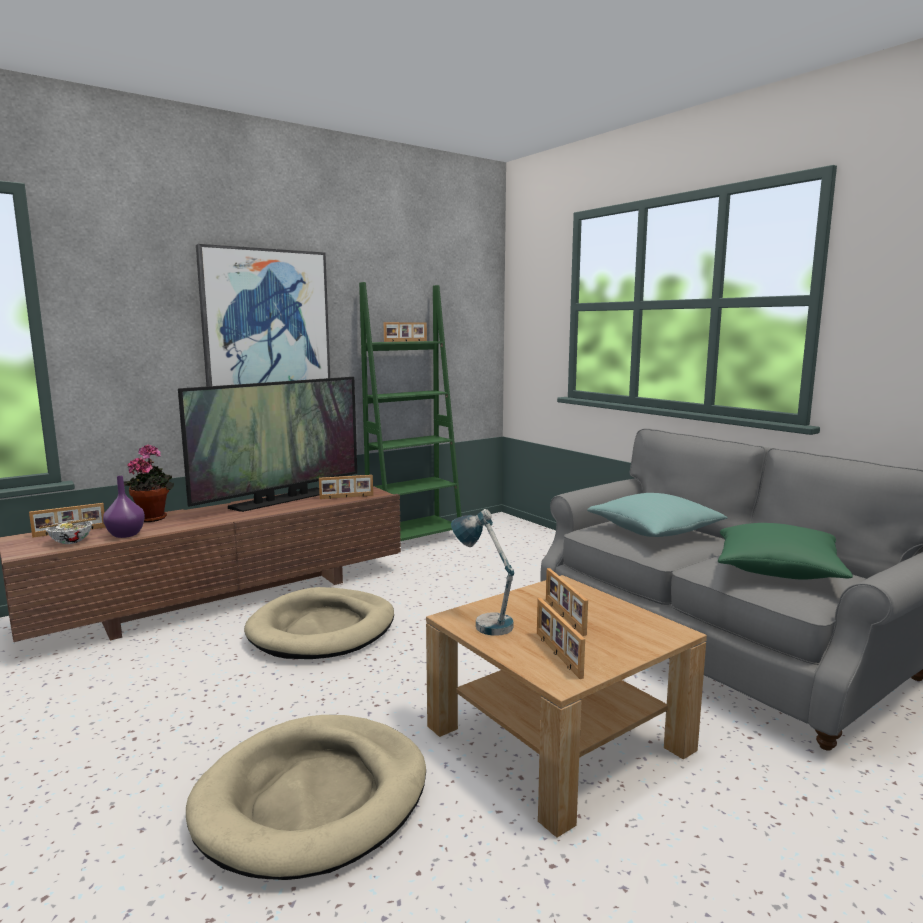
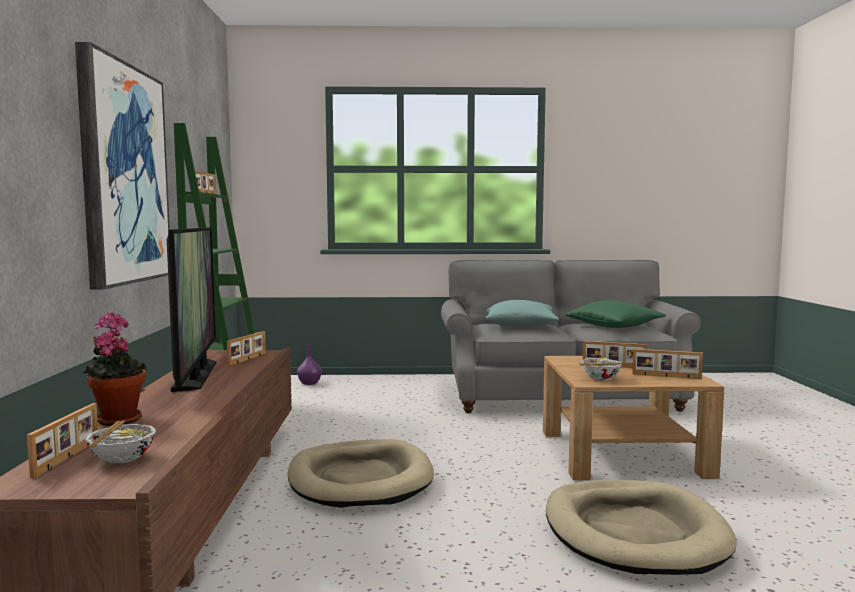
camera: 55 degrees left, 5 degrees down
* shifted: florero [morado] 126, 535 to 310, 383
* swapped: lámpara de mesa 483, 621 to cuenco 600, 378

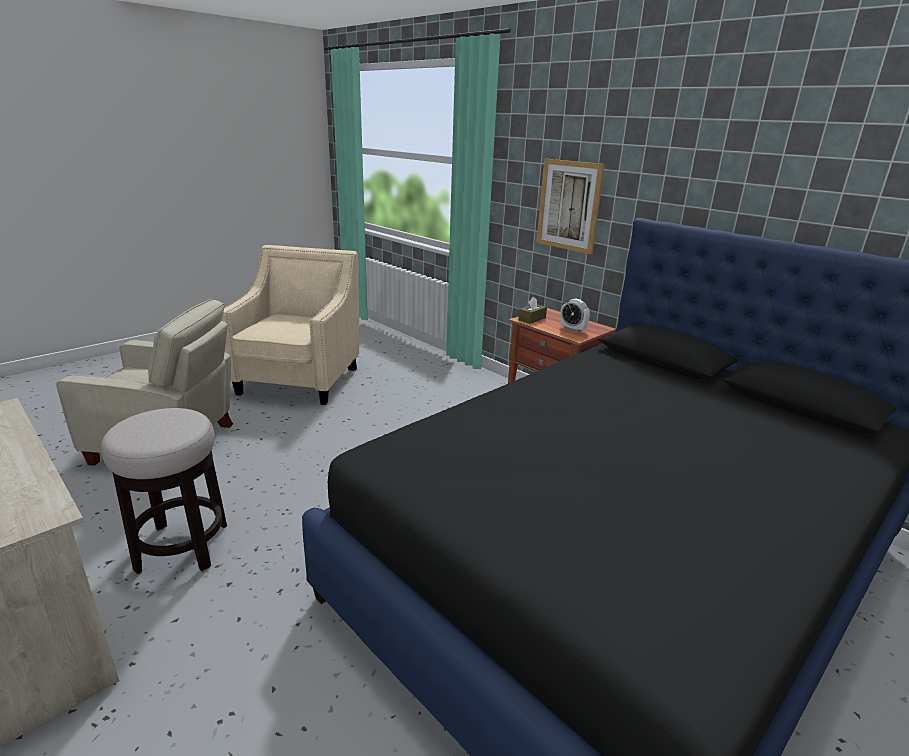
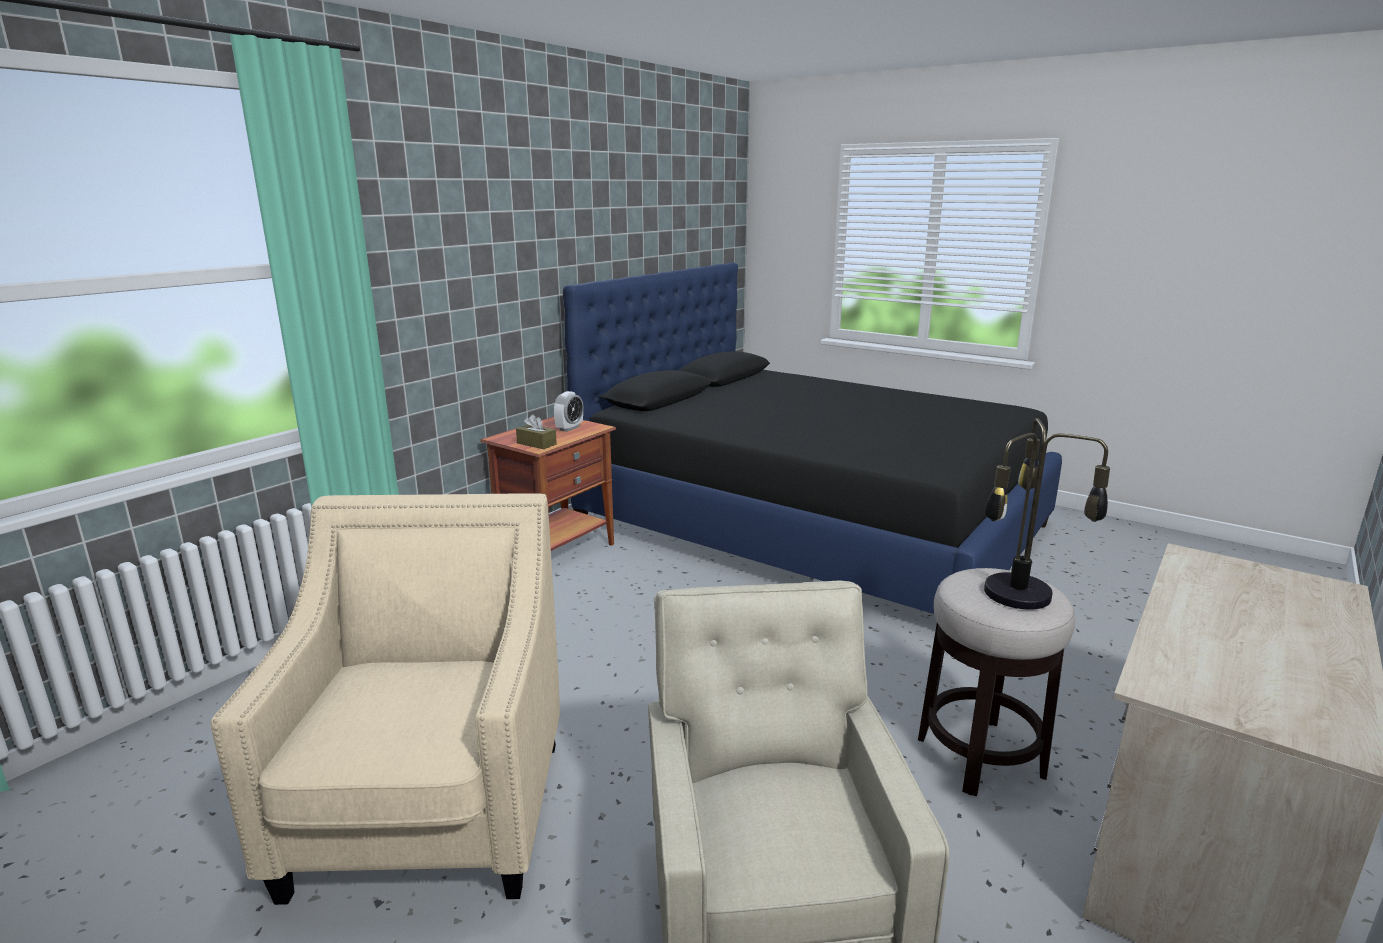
camera: 100 degrees left, 5 degrees down
* rotated: sillón [beis] 300, 380 = 432, 812 90 degrees clockwise
* gone: cuadro 569, 206
* new: lámpara de mesa 1018, 594

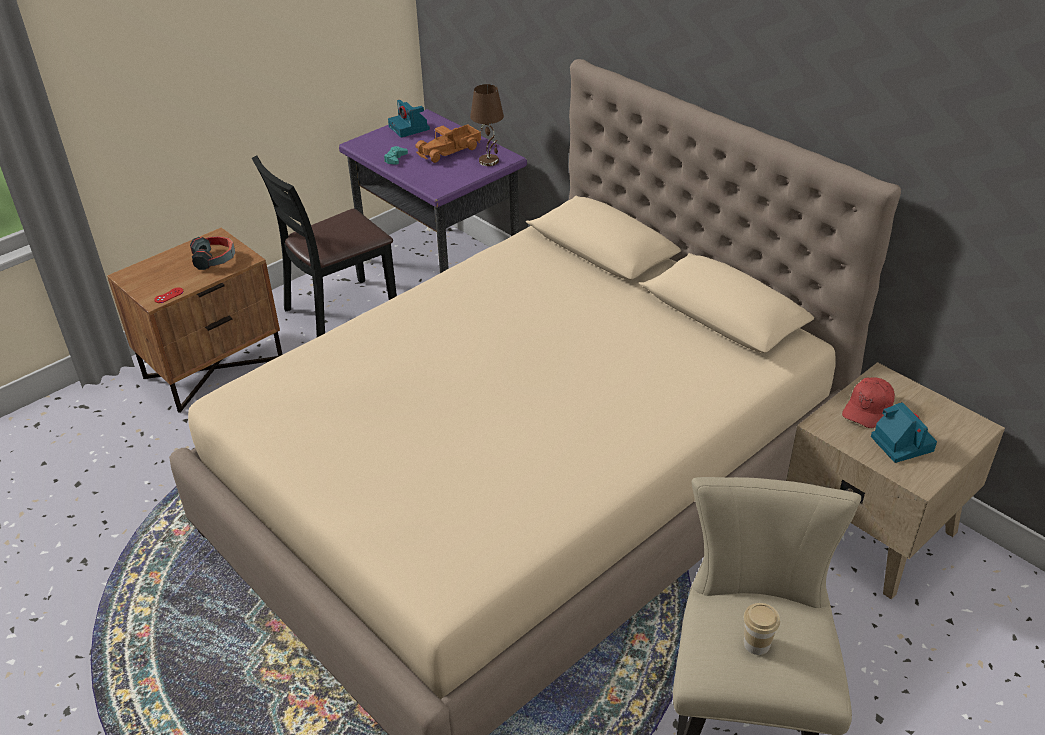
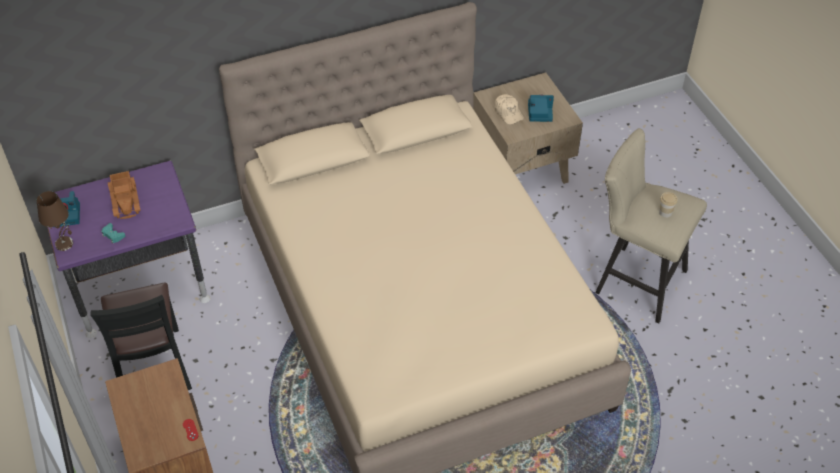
camera: 70 degrees left, 10 degrees up
* gone: auriculares 215, 259
* shifted: lámpara de mesa [marrón] 489, 161 to 64, 243
* repainted: gorra [rojo] 868, 408 to gorra [beis] 508, 112

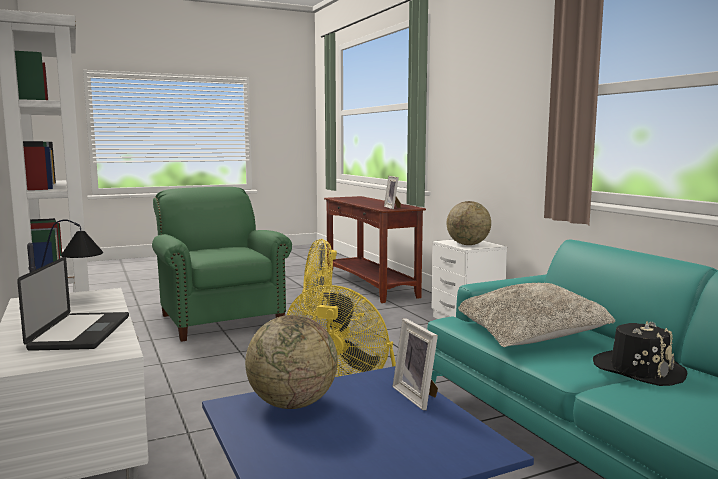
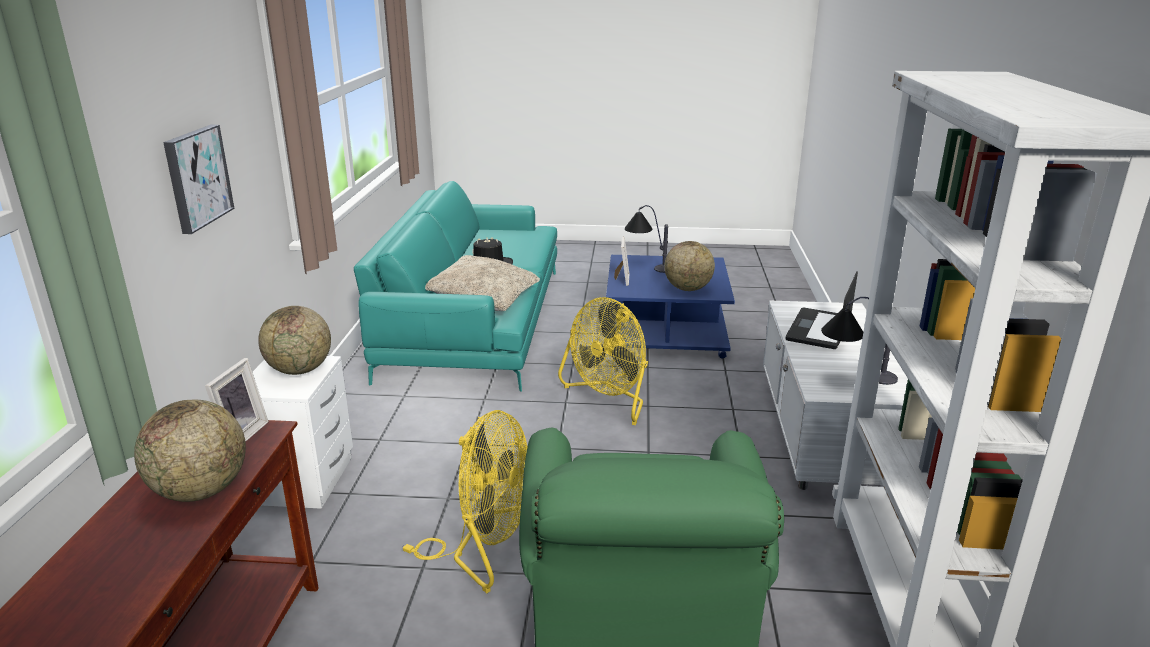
camera: 150 degrees left, 15 degrees up
* new: globo terráqueo 201, 491
* new: cuadro 196, 177
* new: lámpara de mesa 647, 264

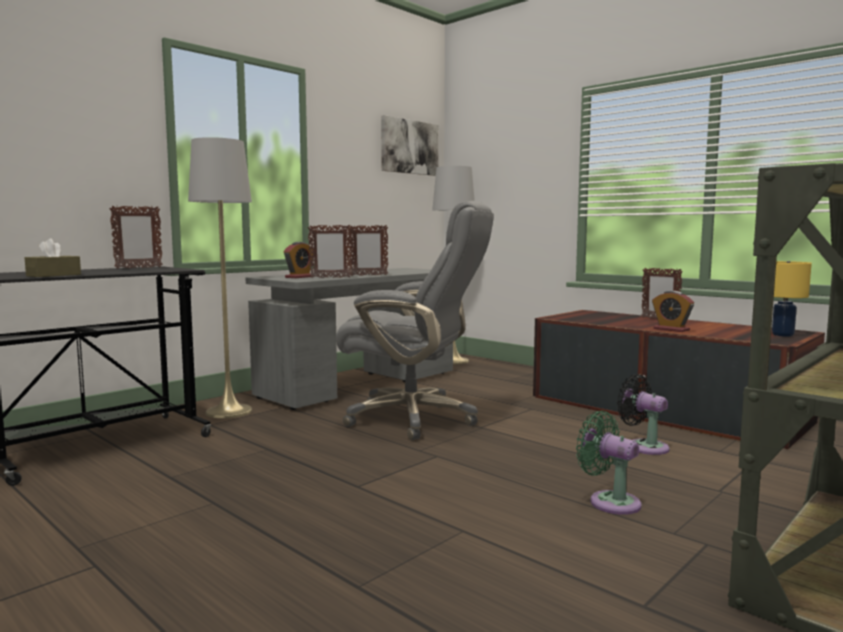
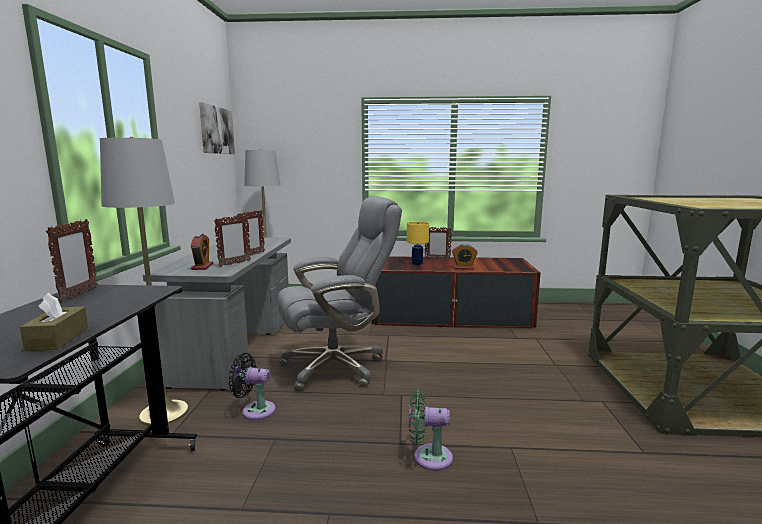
camera: 40 degrees left, 5 degrees up
* shifted: ventilador [verde] 610, 501 to 428, 457
* shifted: ventilador [negro] 644, 446 to 255, 410
* shifted: lámpara de mesa [amarillo] 783, 335 to 417, 264

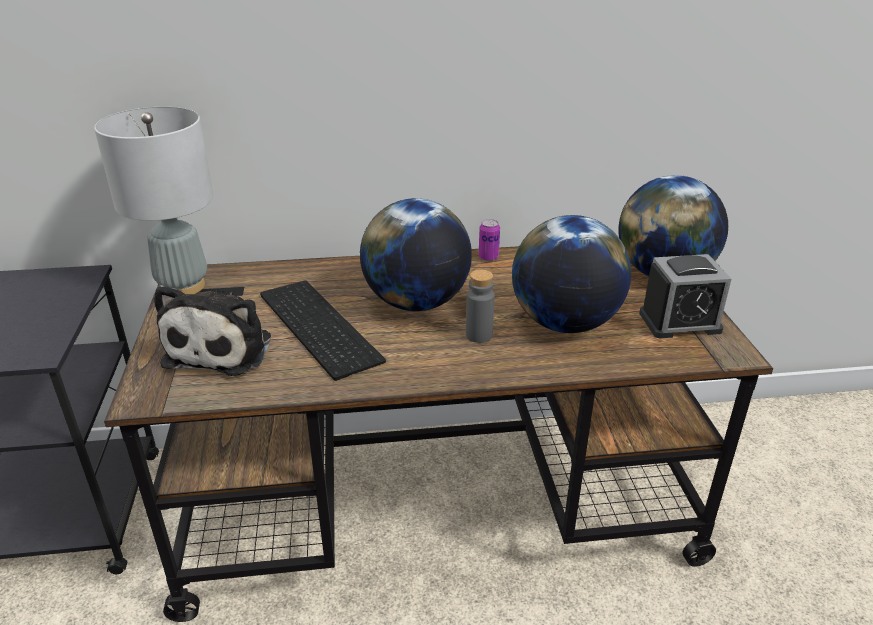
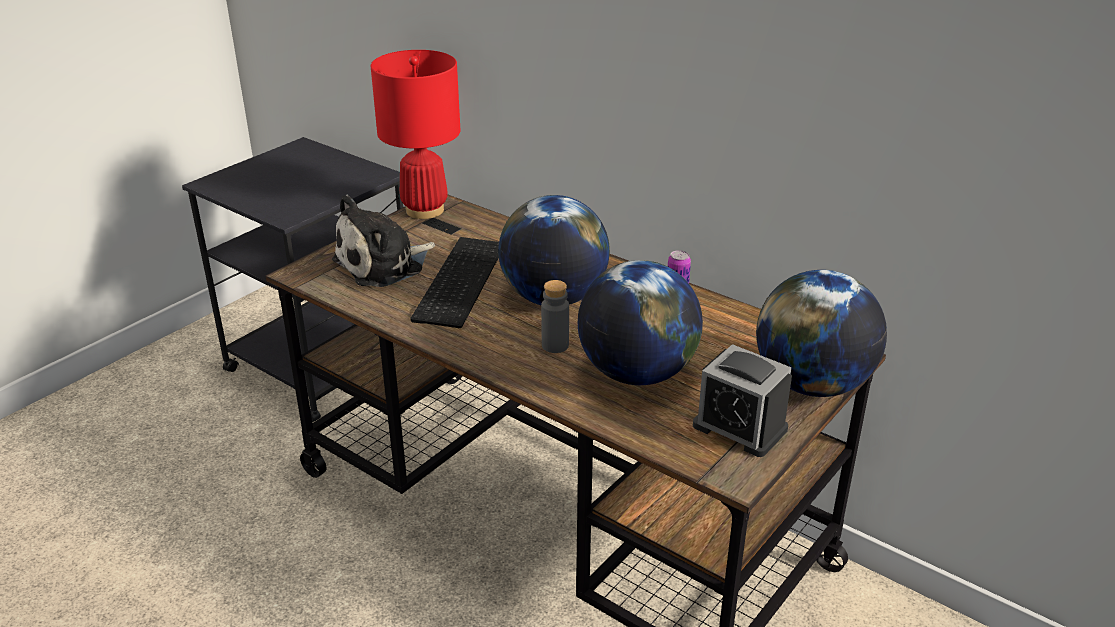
camera: 45 degrees right, 0 degrees up
* repainted: lámpara de mesa [gris] 182, 286 to lámpara de mesa [rojo] 424, 210

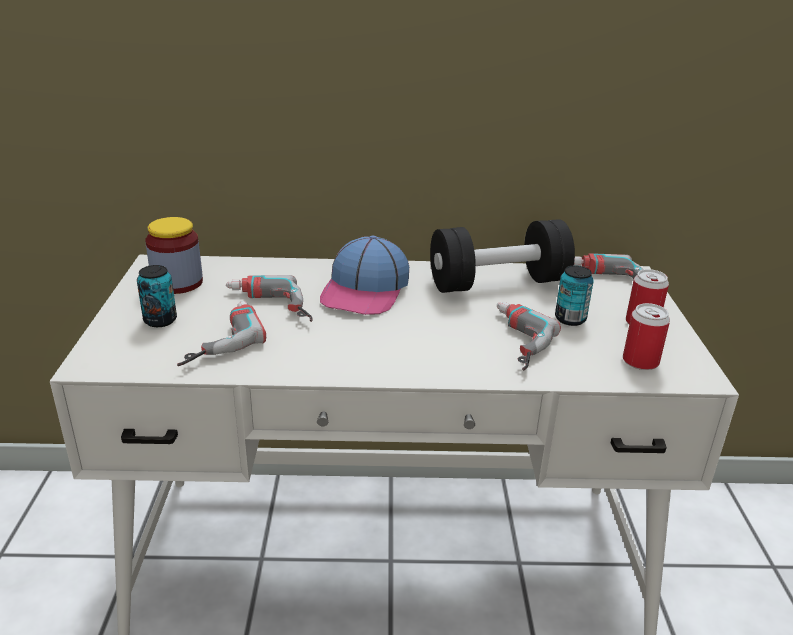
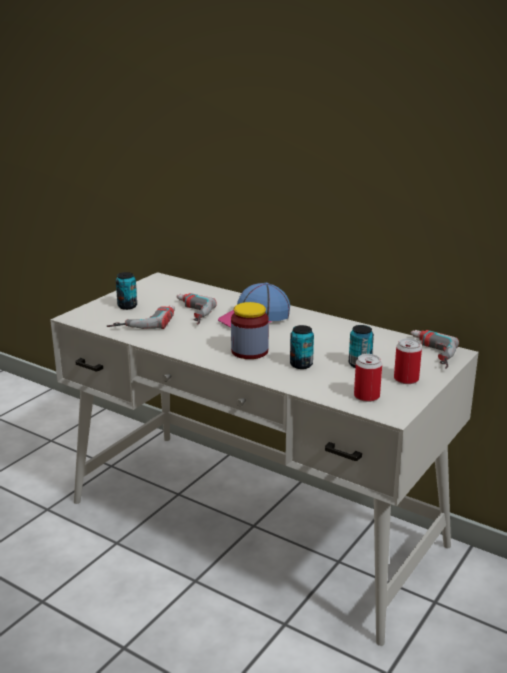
camera: 35 degrees right, 5 degrees down
* shifted: tarro 177, 283 to 249, 351
* gone: mancuerna [negro] 498, 283
* swapped: taladro 511, 341 to lata 301, 365

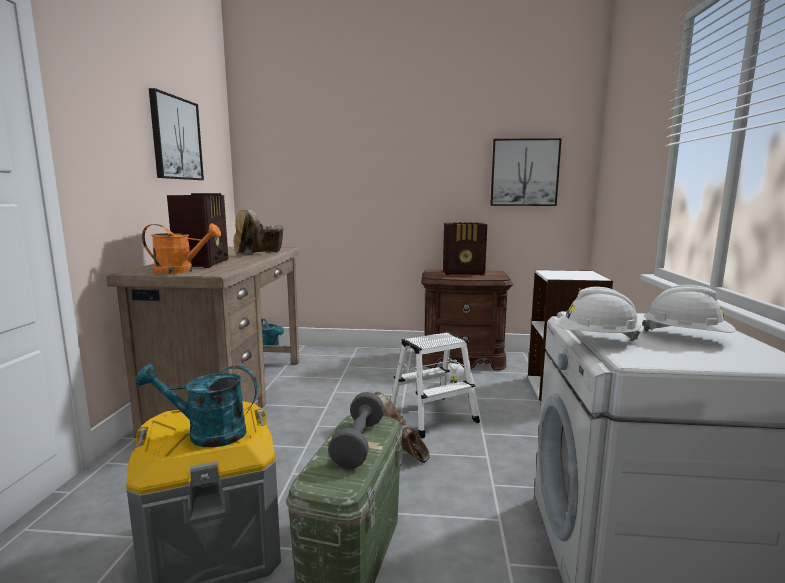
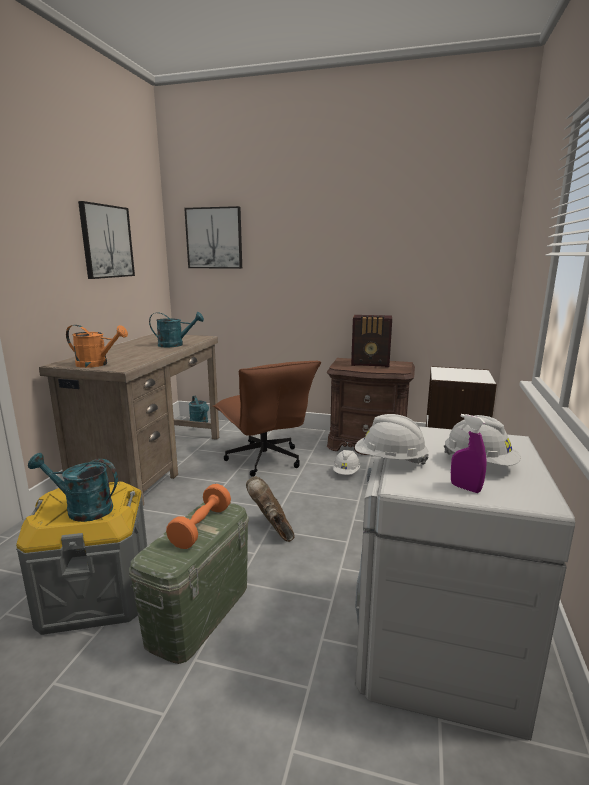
camera: 10 degrees right, 5 degrees up
* gone: radio 204, 263
* swapped: bota [marrón] 258, 254 to regadera [turquesa] 175, 345
* repainted: mancuerna [gris] 358, 443 to mancuerna [naranja] 201, 527
* gone: escalera de tijera [blanco] 432, 415
* shifted: cuadro 524, 172 to 214, 238
* new: silla de oficina [marrón] 263, 458
* new: pulverizador [morado] 465, 488

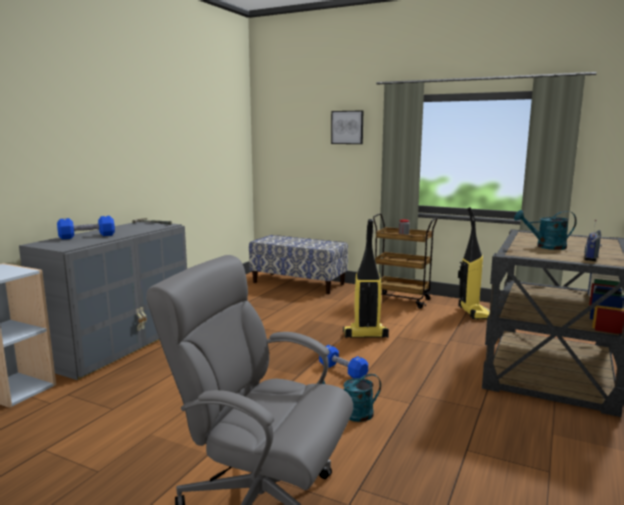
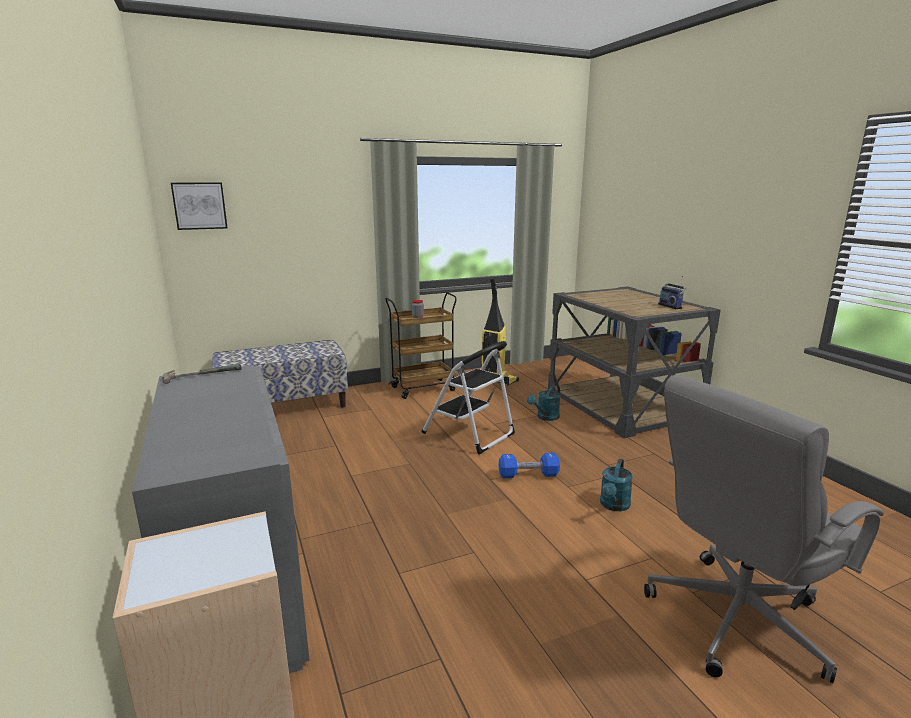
camera: 50 degrees left, 5 degrees up
* gone: mancuerna [azul] 87, 236
* shifted: cuadro 347, 127 to 199, 206
* swapped: aspiradora 365, 335 to escalera de tijera 470, 434
* shifted: regadera [turquesa] 545, 246 to 545, 417

